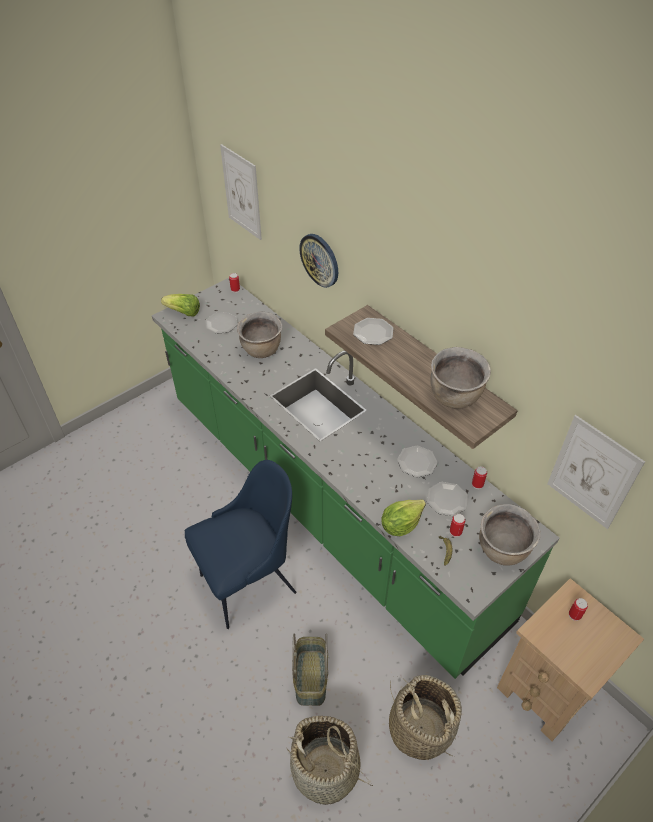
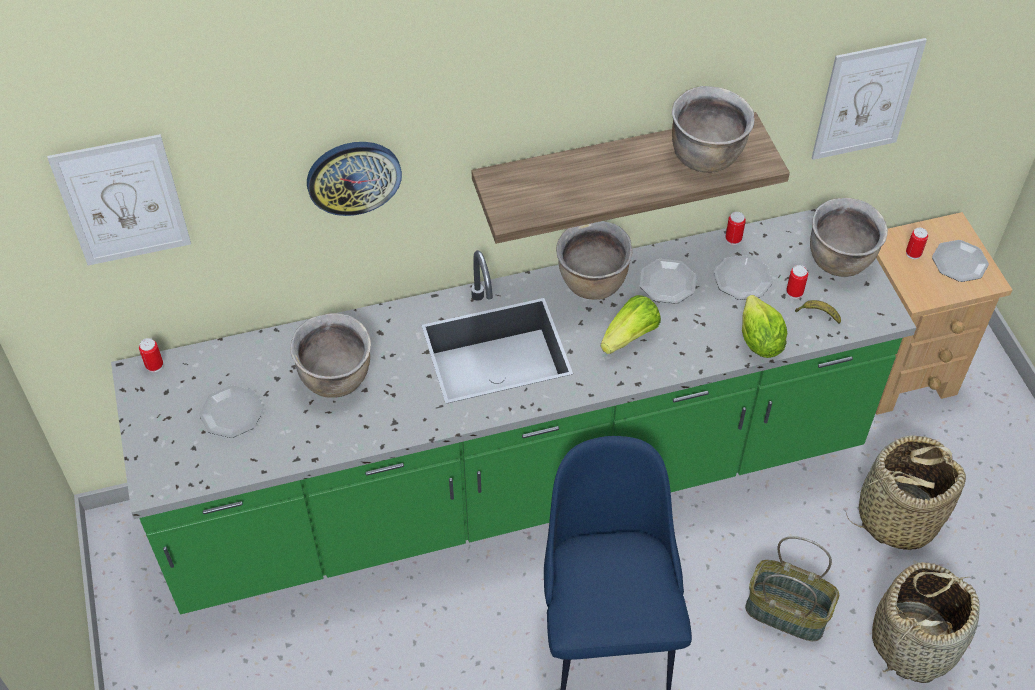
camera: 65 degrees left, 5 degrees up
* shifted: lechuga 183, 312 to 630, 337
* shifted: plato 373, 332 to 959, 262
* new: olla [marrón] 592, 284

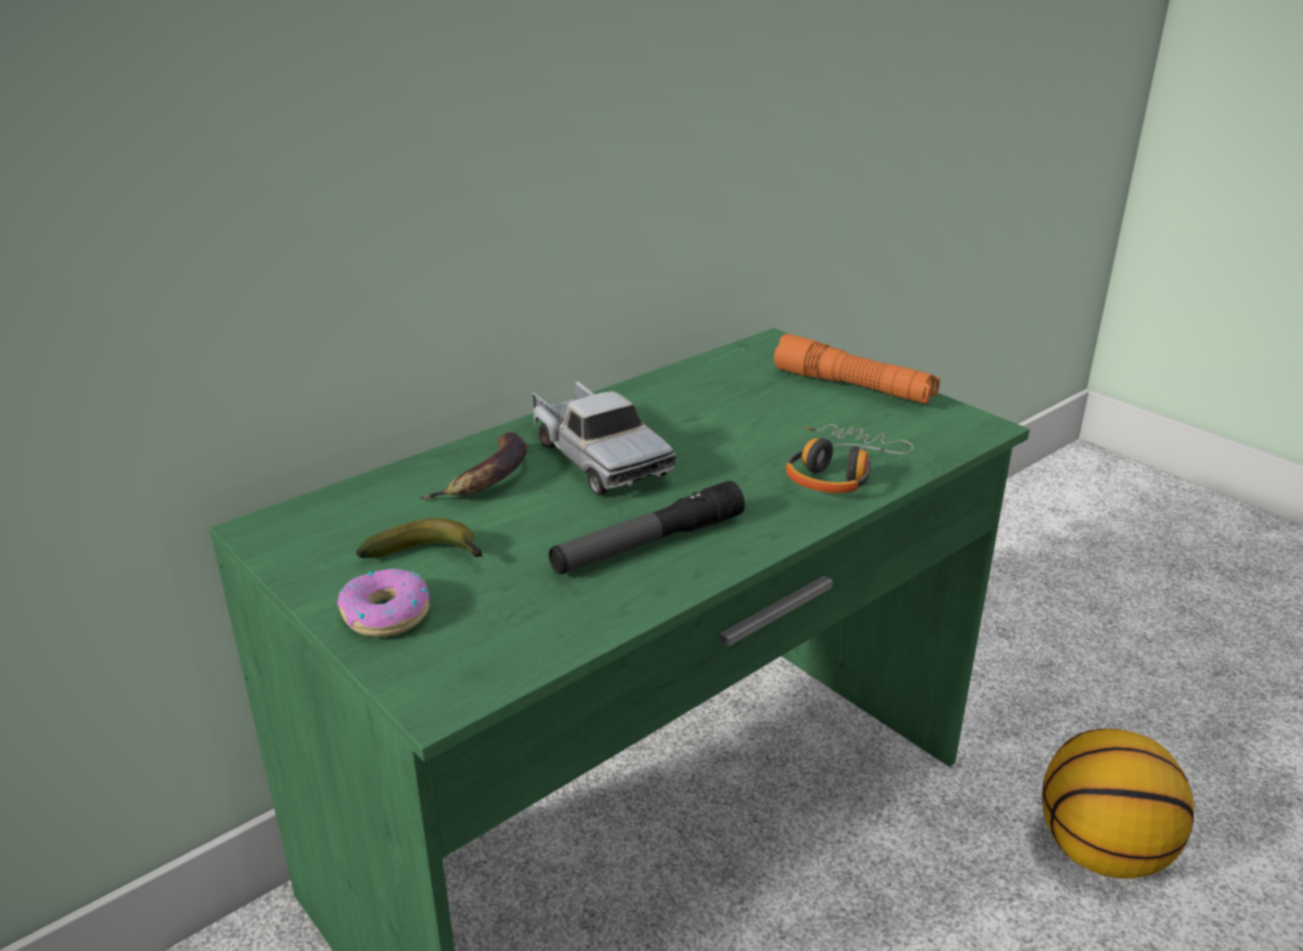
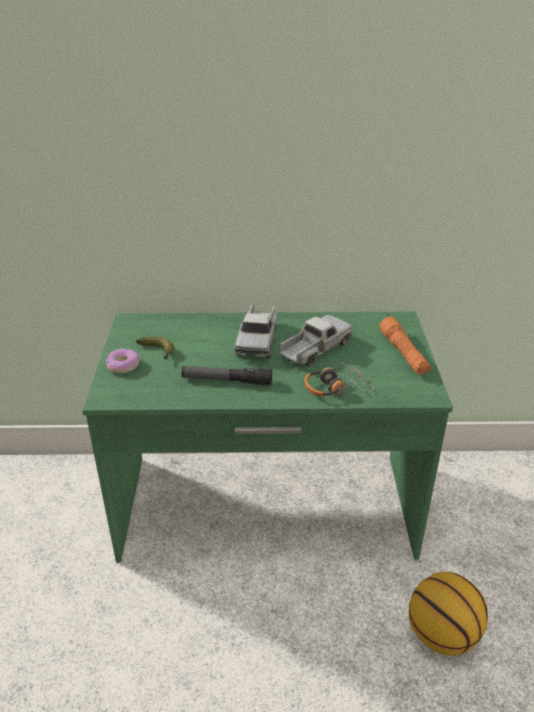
camera: 40 degrees right, 5 degrees up
* gone: plátano 487, 477
* new: camión de juguete 314, 349

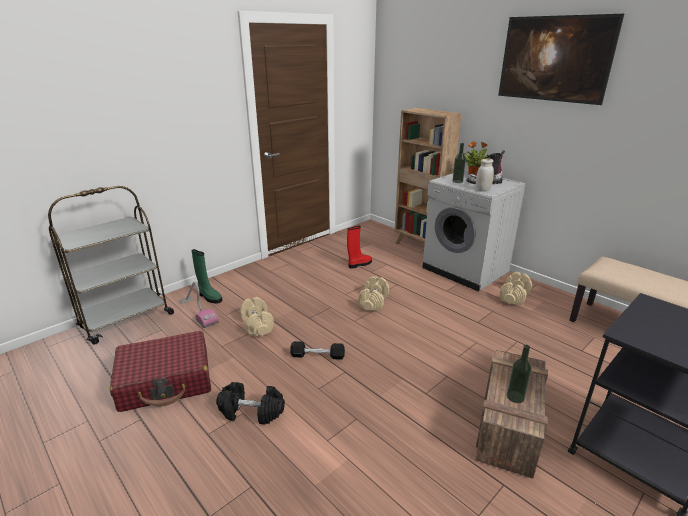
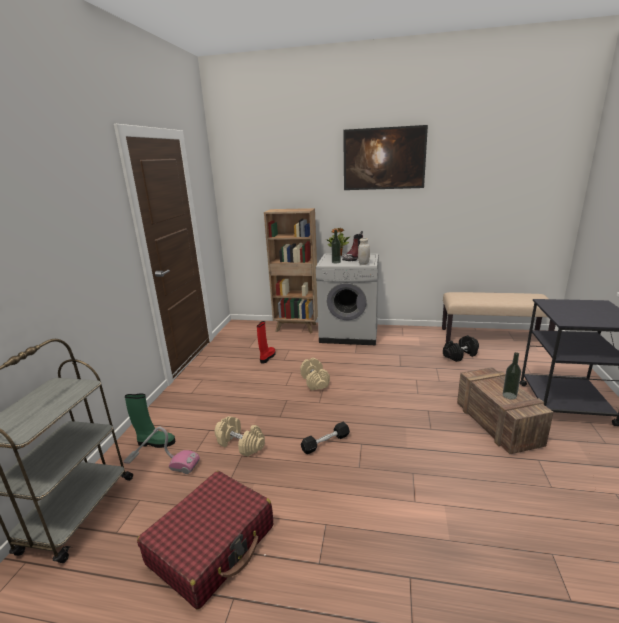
camera: 35 degrees left, 5 degrees down
* shifted: mancuerna [negro] 251, 412 to 460, 355
* gone: mancuerna [beis] 514, 296

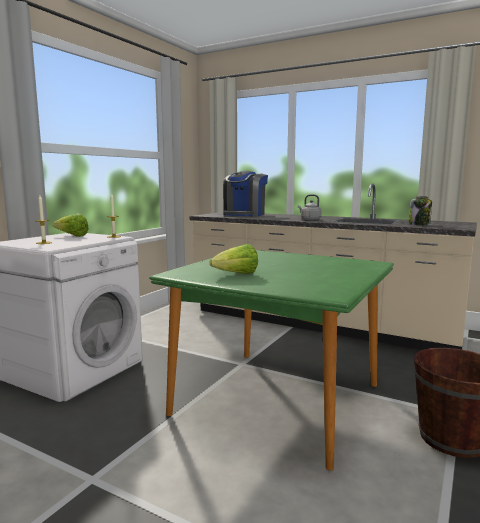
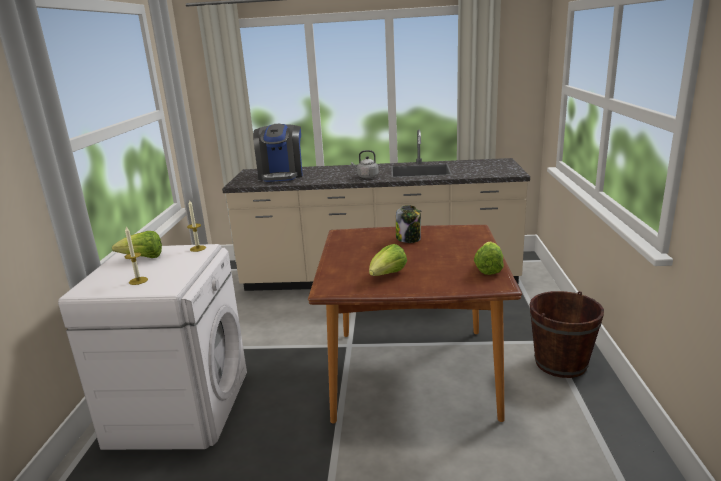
camera: 25 degrees left, 10 degrees up
* repainted: mesa de comedor [verde] 277, 399 to mesa de comedor [marrón] 412, 372
* shifted: tarro 419, 224 to 408, 239
* new: lechuga 488, 269

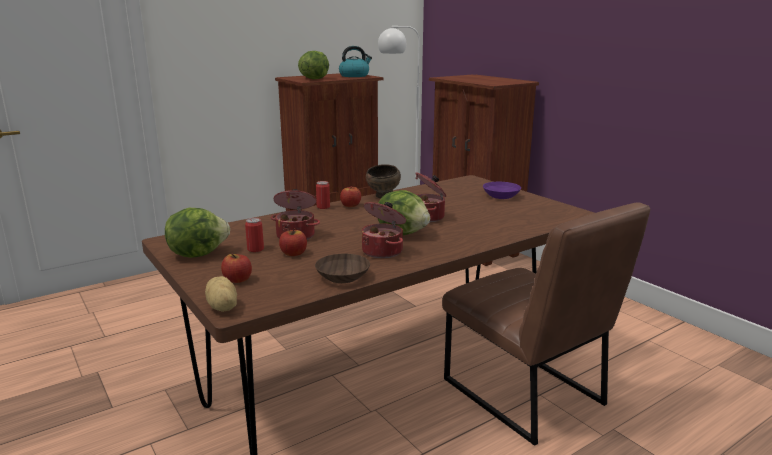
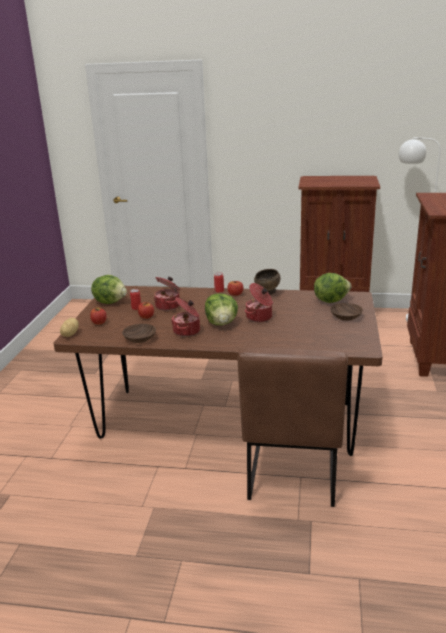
camera: 45 degrees right, 5 degrees up
* shifted: lechuga 314, 79 to 330, 300
* gone: hervidor 354, 76
* repainted: cuenco [morado] 502, 196 to cuenco [marrón] 346, 317

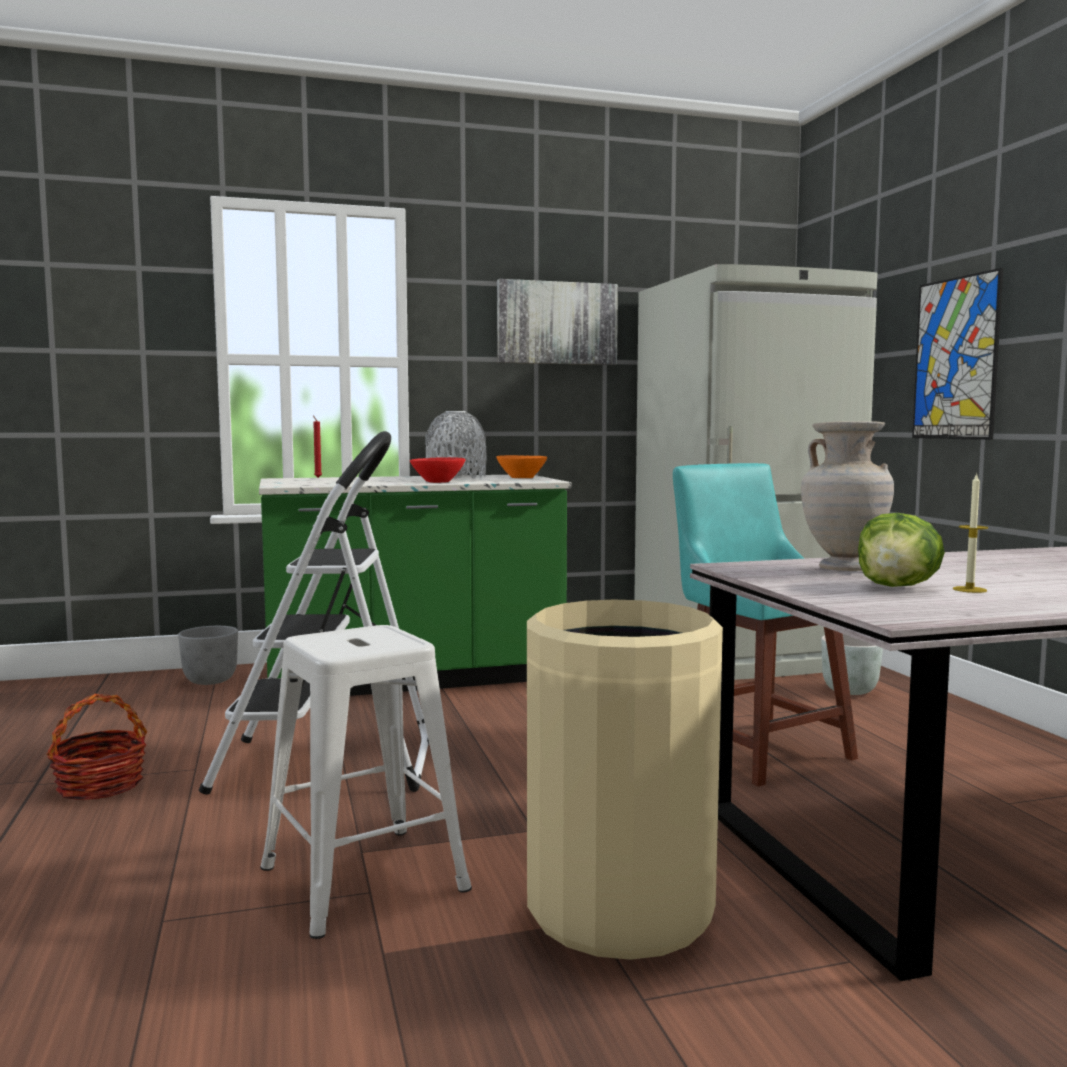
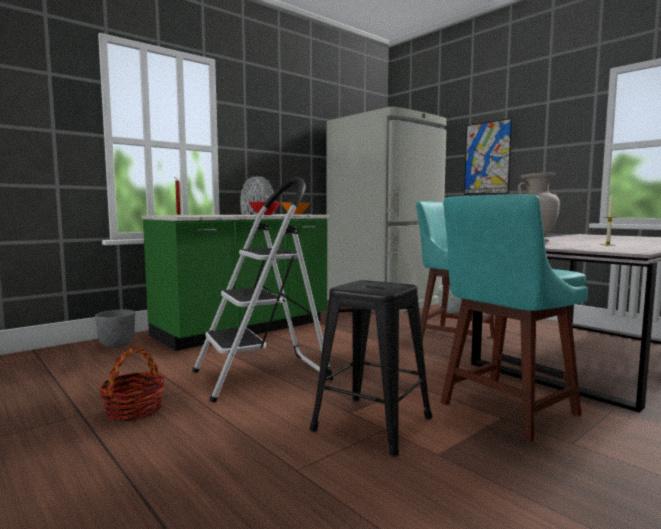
camera: 25 degrees left, 0 degrees up
* repainted: taburete [blanco] 364, 879 to taburete [negro] 372, 424
* gone: cuadro 556, 323
* swapped: papelera [beis] 619, 908 to silla [turquesa] 504, 410
* gone: lechuga 897, 587

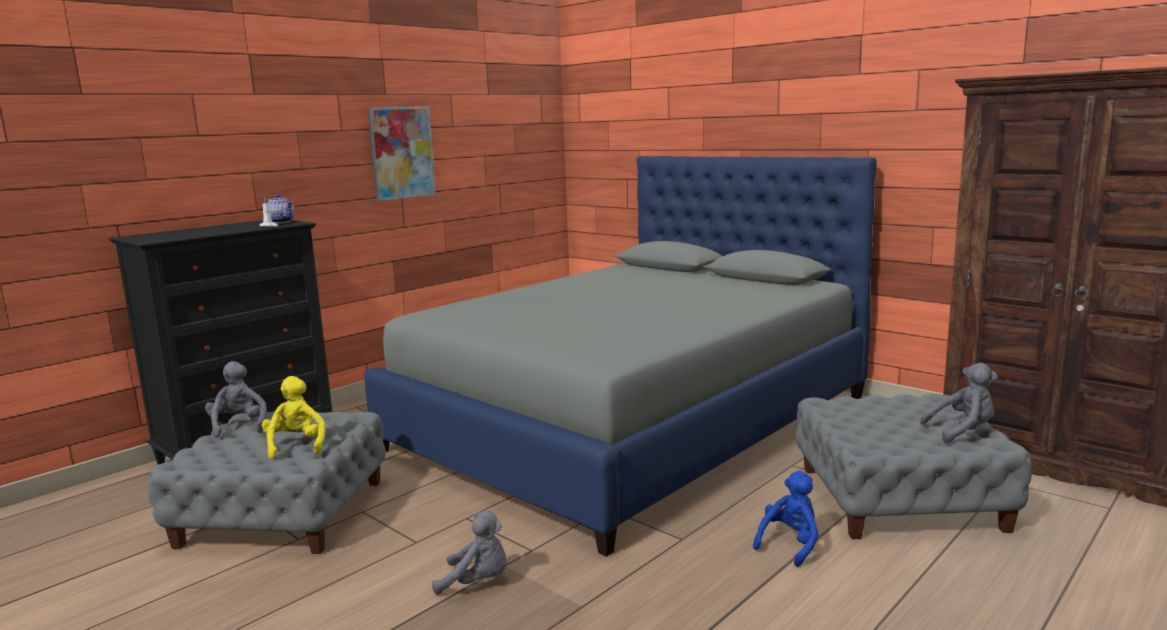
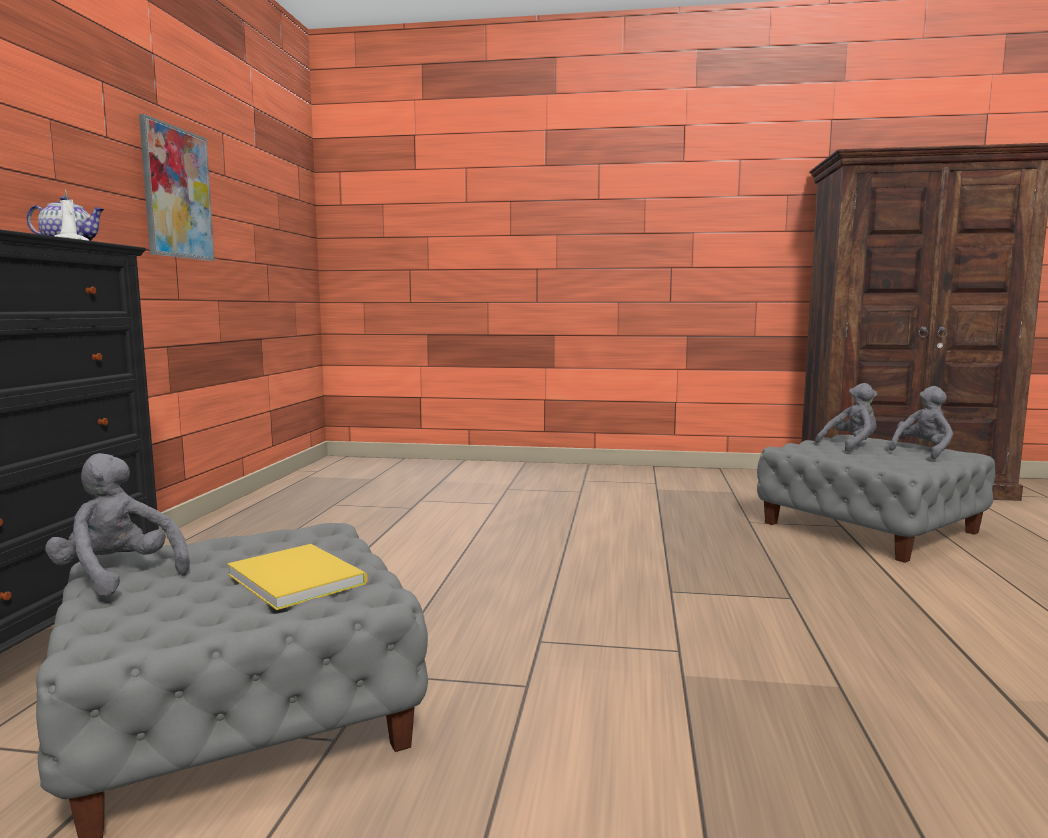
camera: 35 degrees left, 5 degrees down
* swapped: peluche [amarillo] 296, 446 to libro [amarillo] 298, 577
* gone: cama [gris] 635, 422
* shifted: peluche [gris] 477, 582 to 851, 445
* gone: peluche [azul] 790, 544

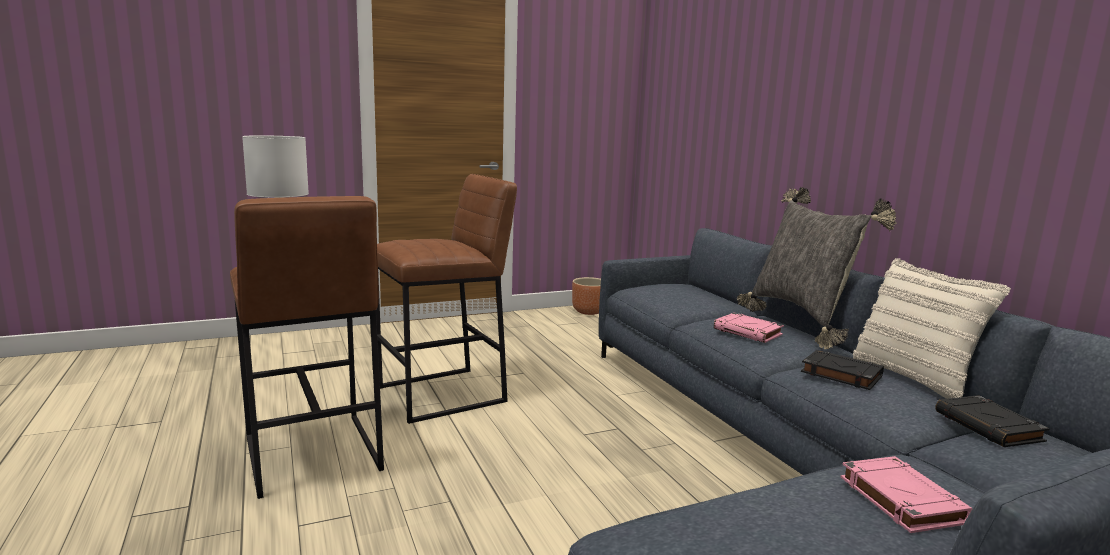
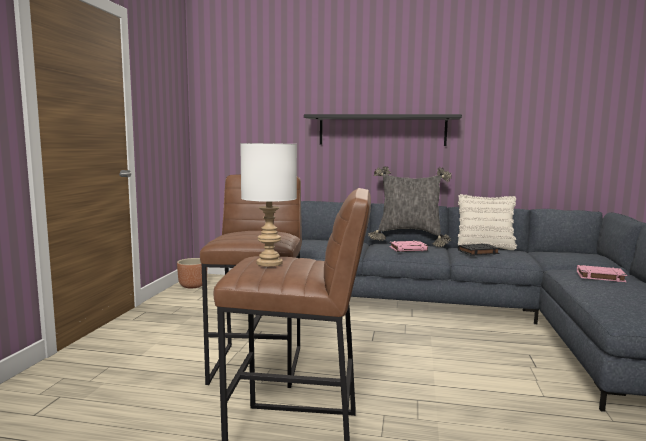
camera: 55 degrees left, 5 degrees down
* gone: libro [negro] 989, 427
* new: estante [negro] 382, 130

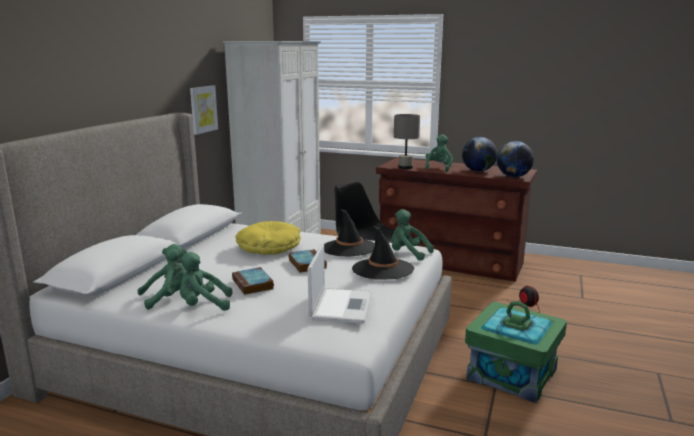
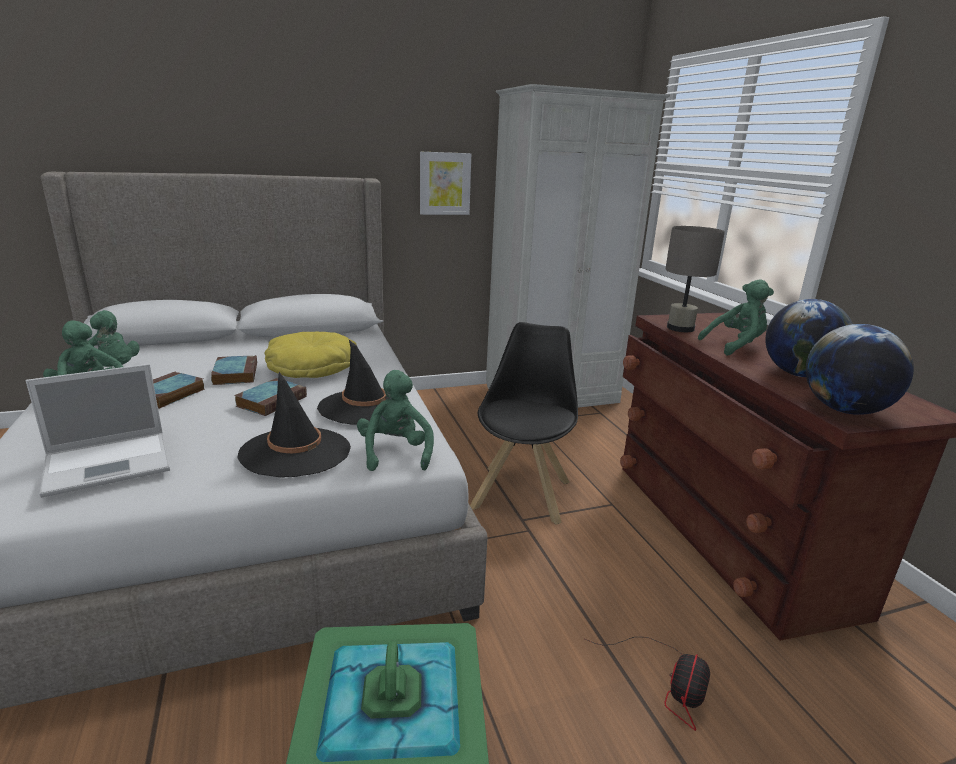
camera: 50 degrees right, 5 degrees up
* new: libro 235, 374

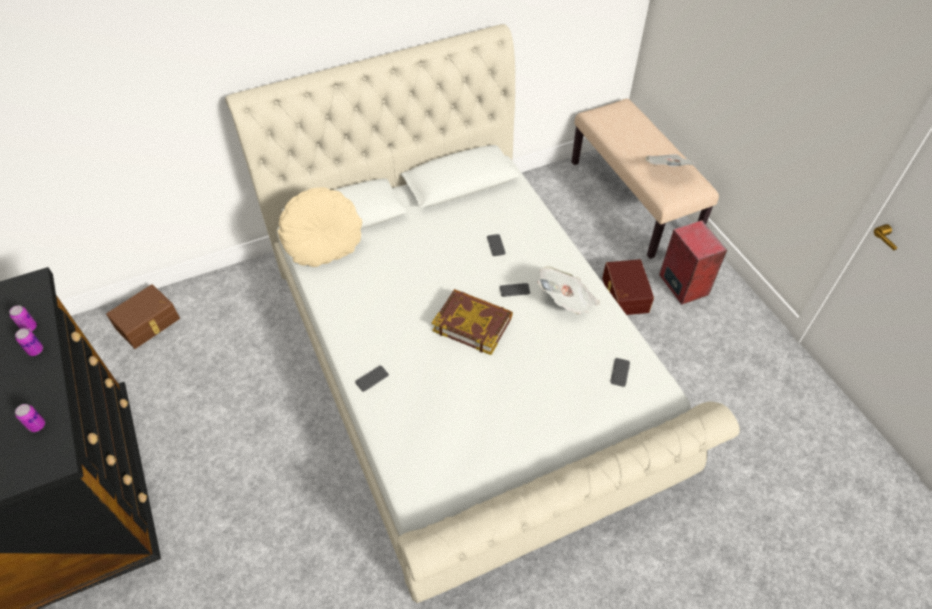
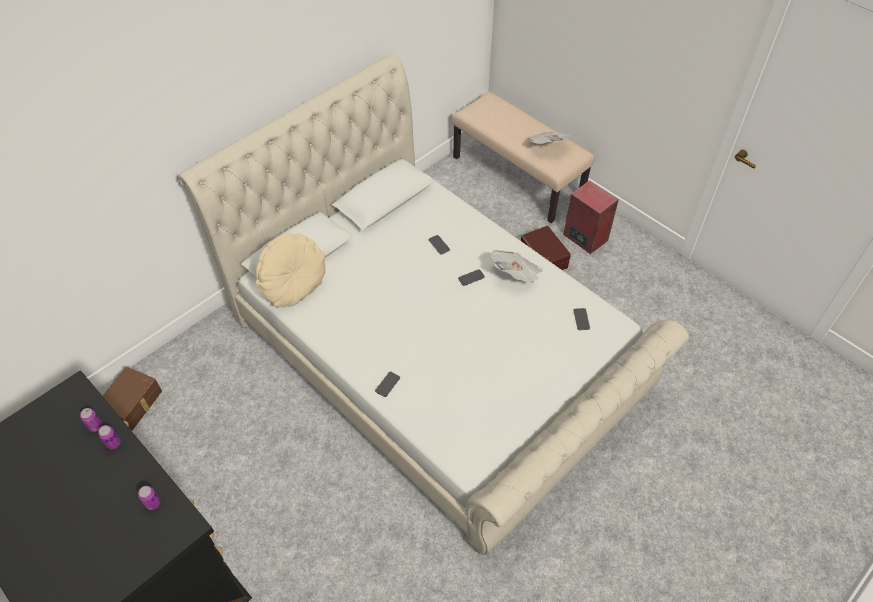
camera: 20 degrees left, 0 degrees up
* gone: libro 472, 324

